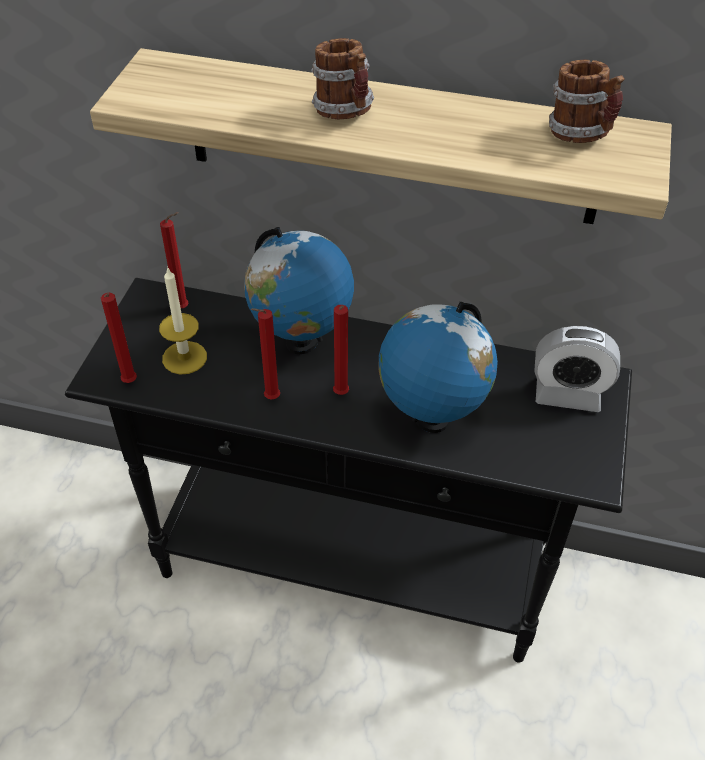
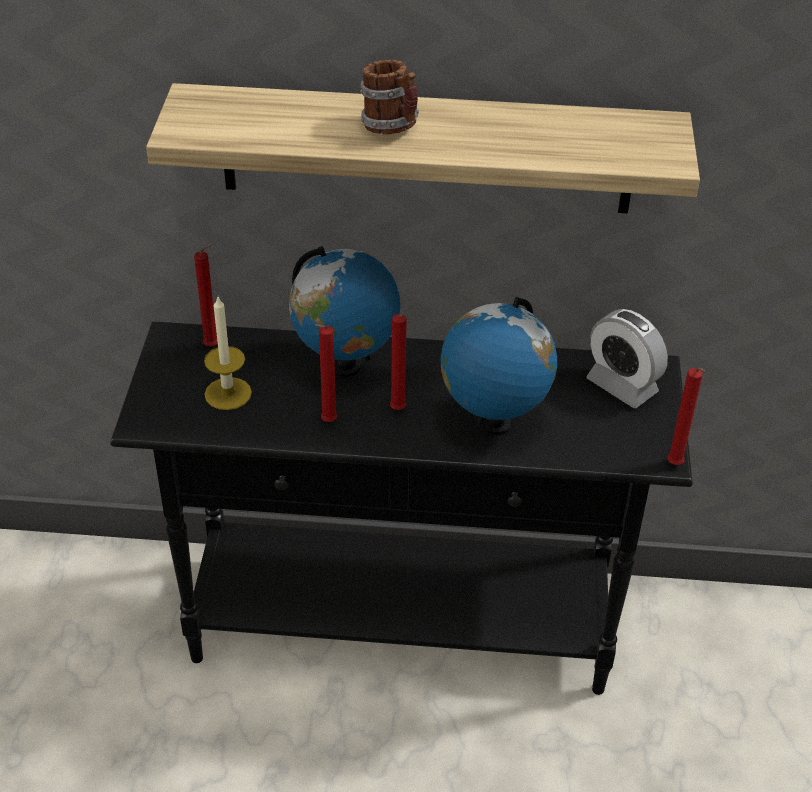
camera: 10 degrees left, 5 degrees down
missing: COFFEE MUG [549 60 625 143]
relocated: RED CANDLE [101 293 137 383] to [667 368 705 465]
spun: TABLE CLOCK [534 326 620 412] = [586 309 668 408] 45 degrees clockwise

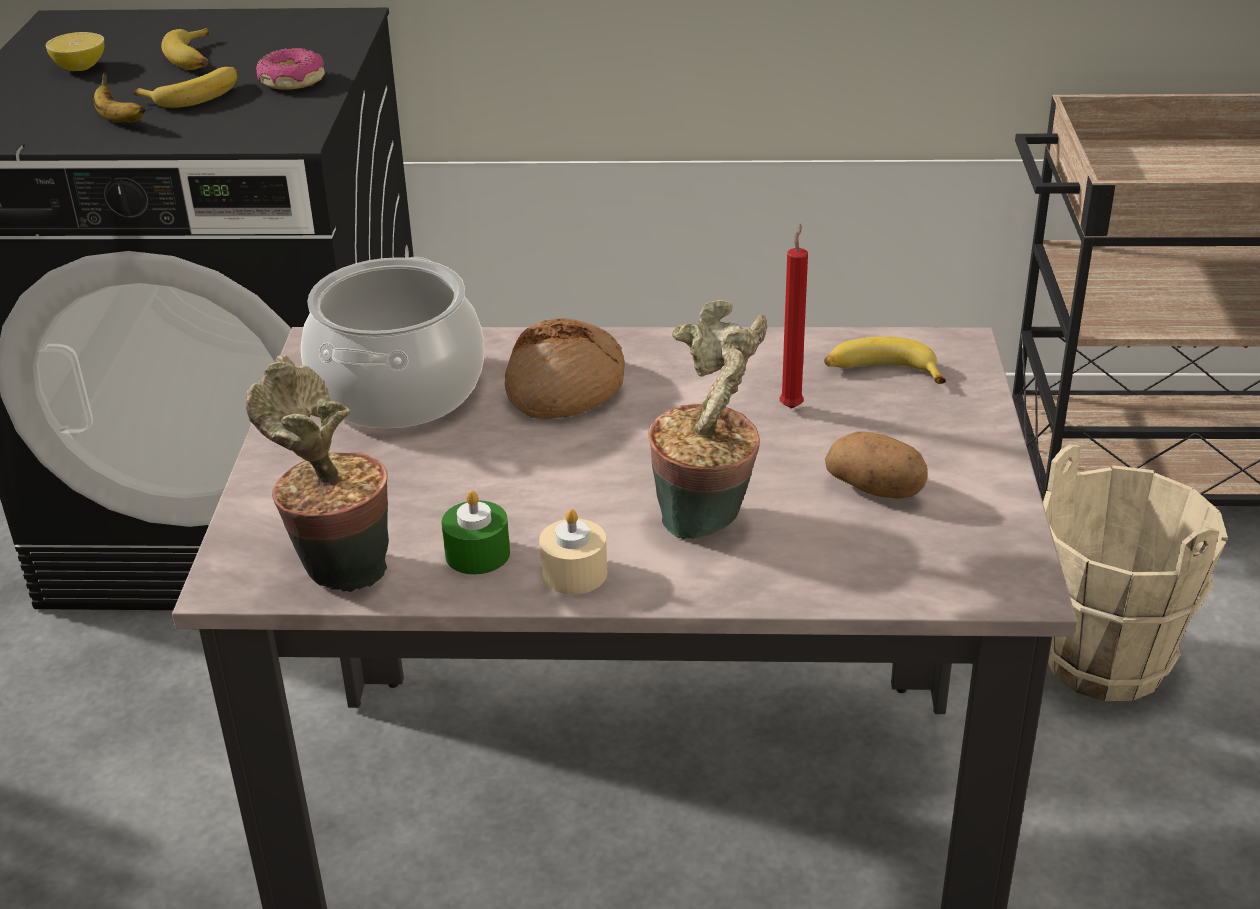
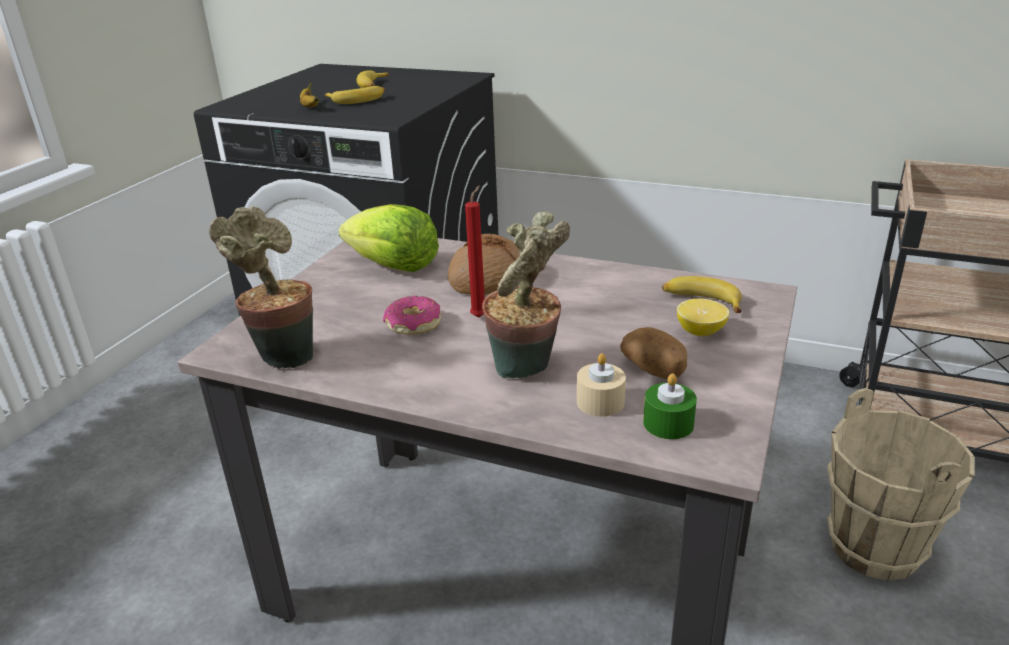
camera: 20 degrees right, 5 degrees down
relocated: LEMON [46 32 104 71] to [677 298 729 336]; RING DOUGHNUT [256 48 325 90] to [383 296 441 335]; GREENISH CANDLE [442 490 510 575] to [643 373 697 439]; SAND-COLOURED CANDLE [539 509 607 594] to [577 353 626 417]; RED CANDLE [780 224 808 409] to [465 185 485 318]
exchanged: COOKING POT [301 257 484 429] to LETTUCE HEAD [339 204 439 272]

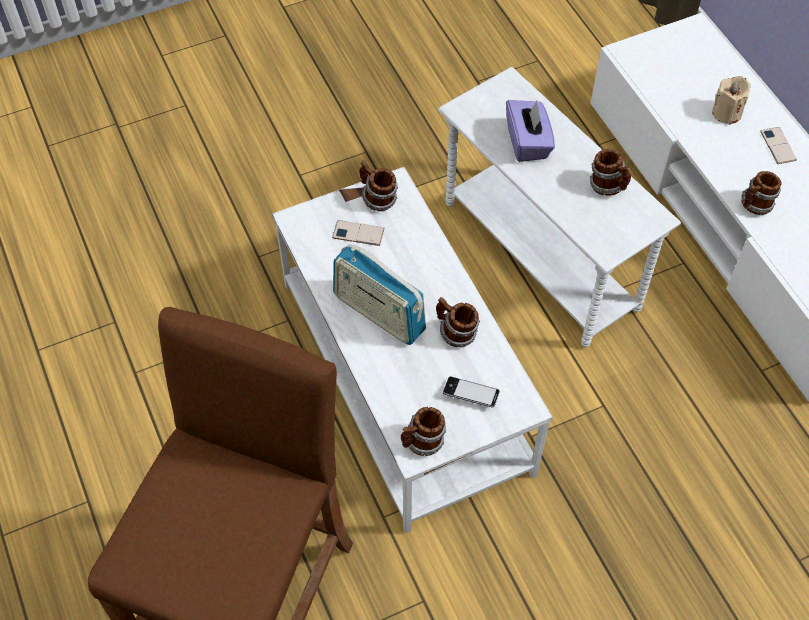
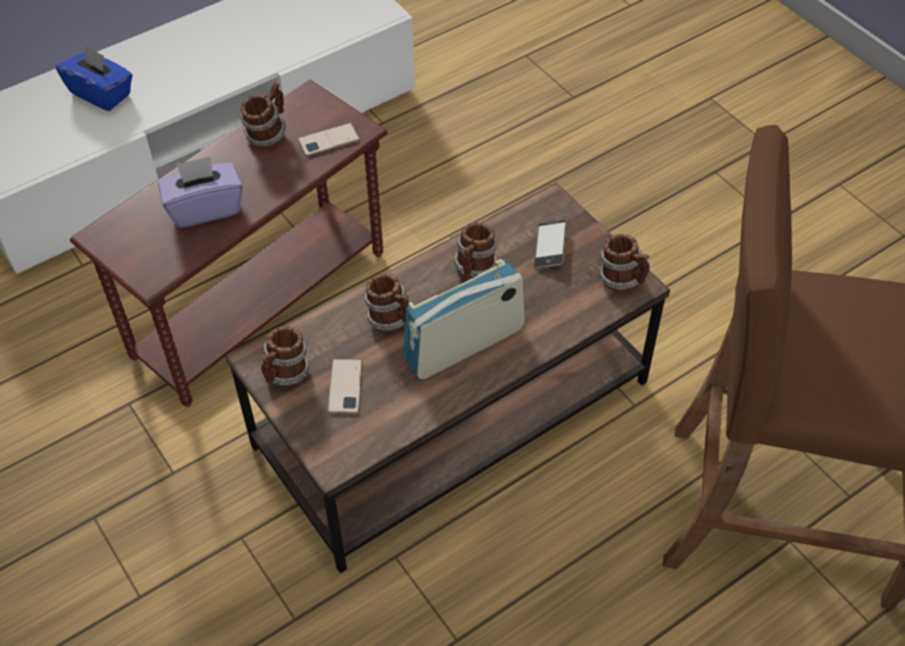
camera: 100 degrees left, 5 degrees down
relocated: COFFEE MUG [741 171 781 215] to [364 274 410 332]; PHONE [760 127 797 164] to [298 123 360 156]
exchanged: SAND-COLOURED CANDLE [712 76 751 125] to BLUE TISSUE BOX [56 44 133 111]
colour: WHITE-COLOURED LOW TABLE [272 167 553 533] to BROWN LOW TABLE [226 182 670 573]; WHITE-COLOURED ACCENT TABLE [438 67 681 347] to BROWN ACCENT TABLE [70 79 388 407]
spun: RADIO RECEIVER [333 244 426 345] = [403 259 525 379] 150 degrees counterclockwise

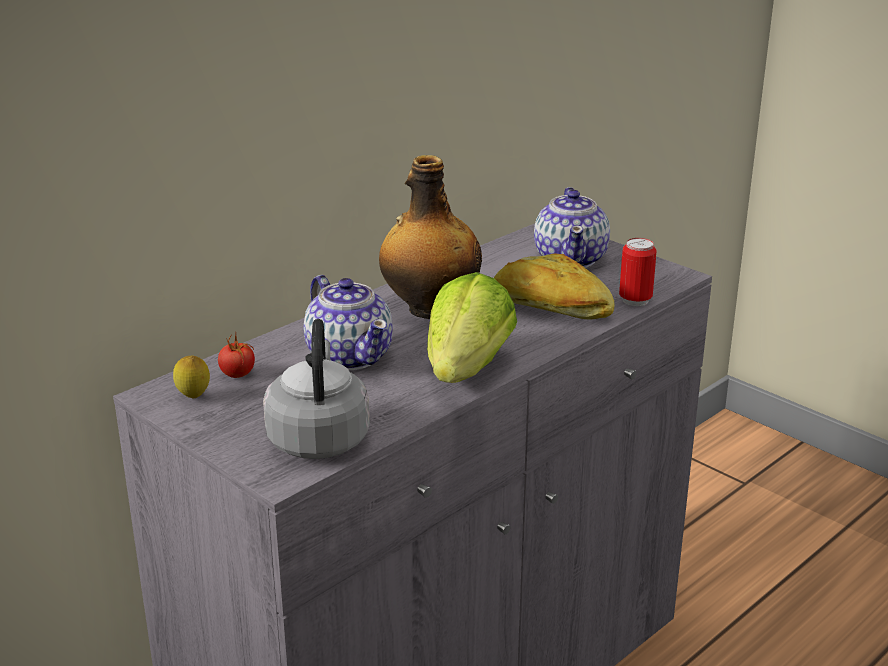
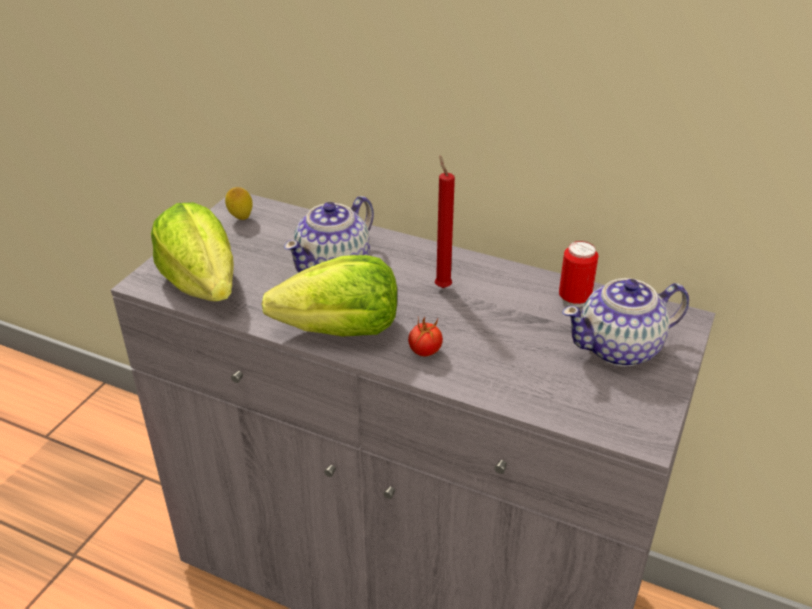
camera: 70 degrees right, 10 degrees up
missing: BAKED BREAD [494 253 614 320]
relocated: FRESH TOMATO [218 334 255 378] to [408 317 443 356]; METAL CAN [619 238 657 306] to [559 241 598 307]
exchanged: GREYISH TEA KETTLE [263 319 370 459] to LETTUCE HEAD [151 202 234 301]; BOTTLE [379 155 482 319] to RED CANDLE [435 156 455 288]

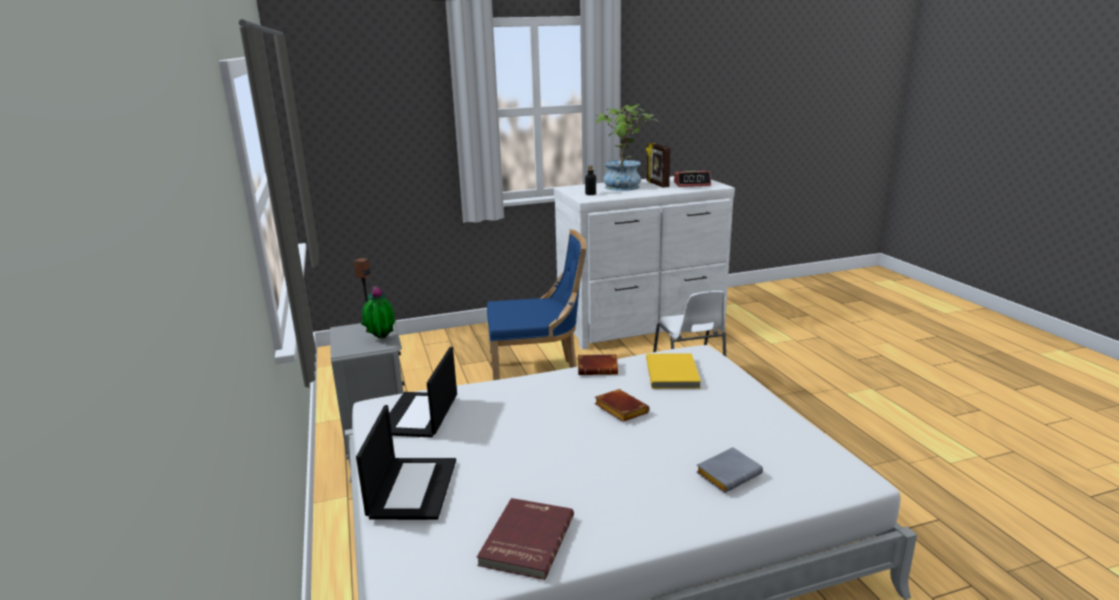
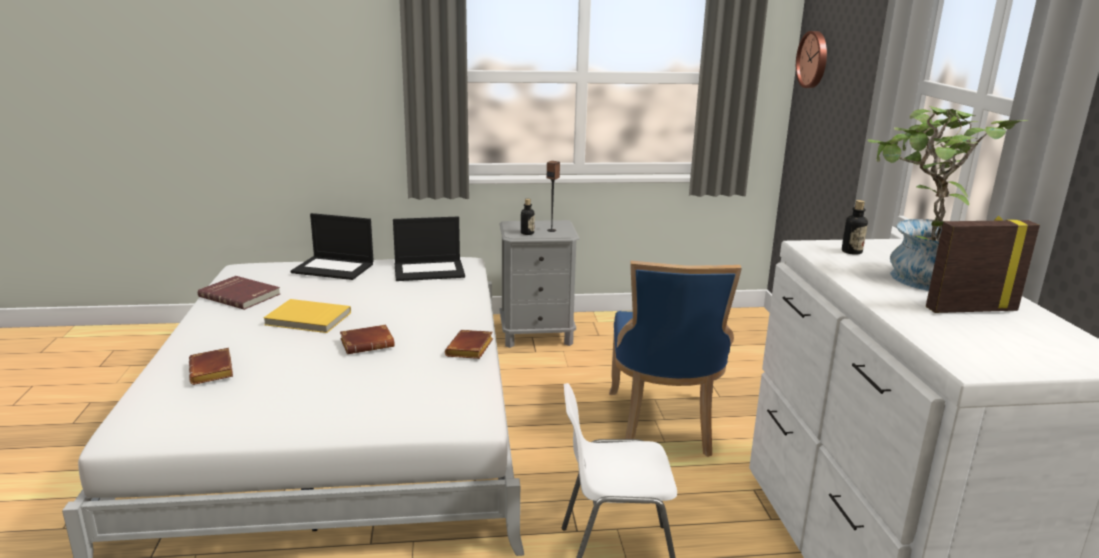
camera: 100 degrees right, 0 degrees up
missing: TABLE CLOCK [674 171 711 187]
appeared: HANGING CLOCK [796 31 827 88]
relocated: YELLOWISH BOUND BOOK [646 353 701 389] to [263 299 351 333]
exchanged: HOUSEPLANT [361 286 396 339] to BOTTLE [521 199 535 235]
colour: GREYISH BOUND BOOK [696 447 763 493] to BROWN BOUND BOOK [189 348 233 385]
spun: PORTABLE COMPUTER [389 347 457 438] = [393 217 465 281] 150 degrees clockwise

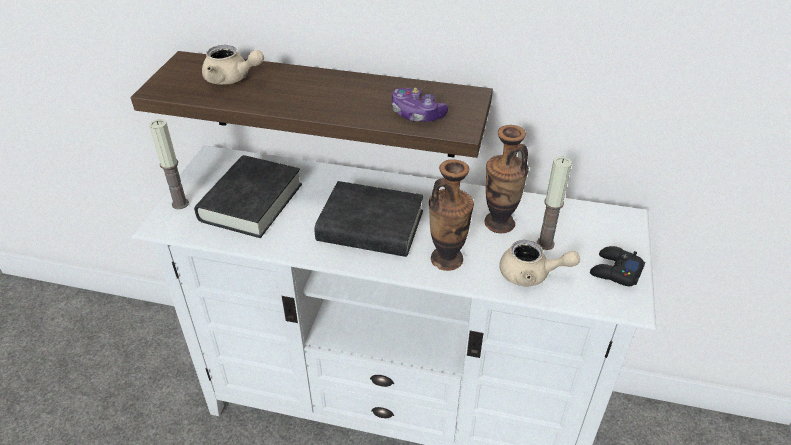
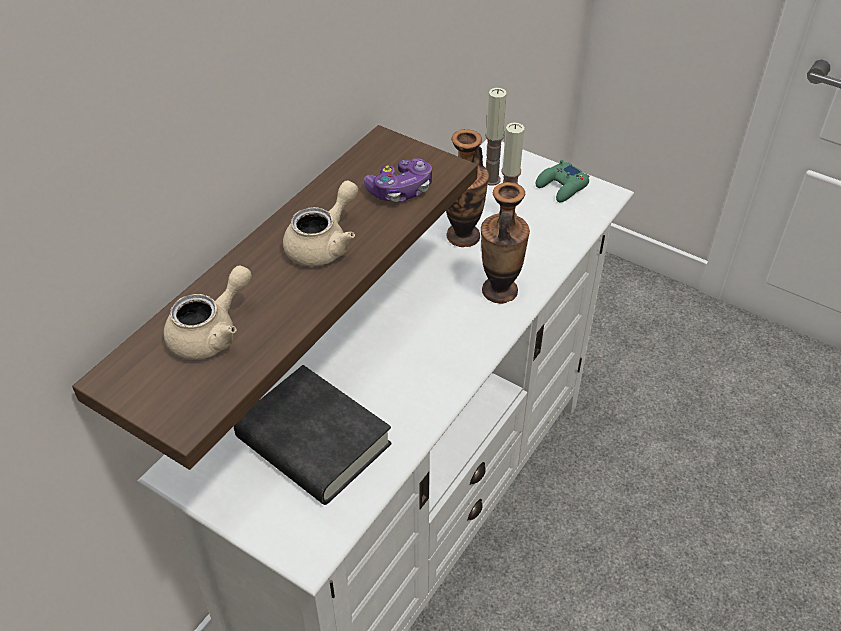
camera: 70 degrees left, 5 degrees up
missing: BLACK-COLOURED BOUND BOOK [314 181 424 257]
relocated: CANDLE [149 119 189 209] to [485 88 507 186]; SAND-COLOURED TEAPOT [499 240 580 287] to [283 180 358 267]
colour: BLACK-COLOURED GAMEPAD [590 246 645 286] to GREENISH GAMEPAD [535 160 589 203]

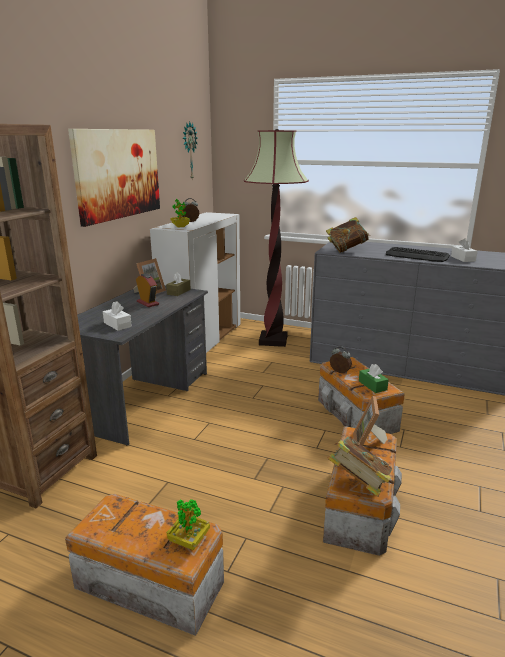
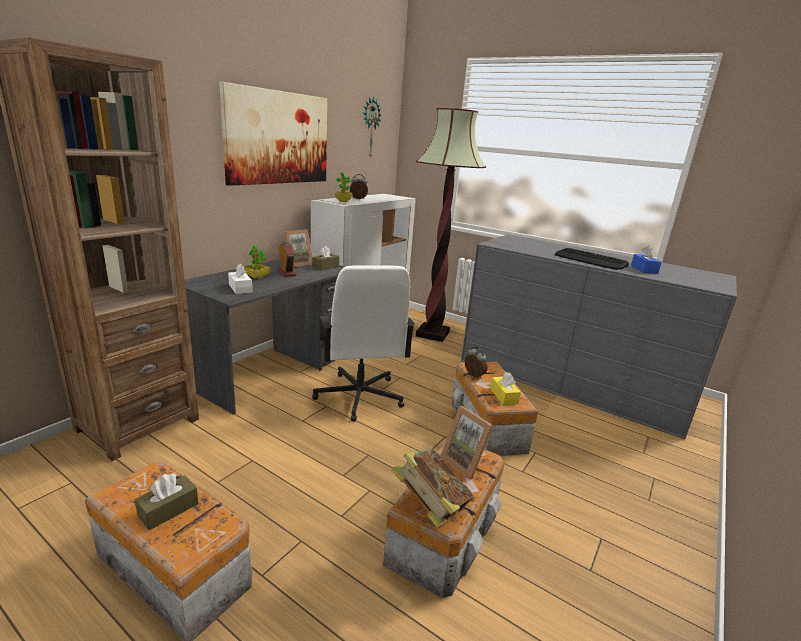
camera: 10 degrees right, 0 degrees up
missing: BOUND BOOK [326 217 370 252]
appeared: BROWN TISSUE BOX [135 474 199 530]; WHITE-COLOURED OFFICE CHAIR [312 265 415 422]
relocated: HOUSEPLANT [167 499 210 550] to [244 245 271 279]
colour: GREENISH TISSUE BOX [359 364 389 393] to YELLOWISH TISSUE BOX [490 372 521 405]; WHITE-COLOURED TISSUE BOX [451 238 478 262] to BLUE TISSUE BOX [631 246 662 274]
spun: STANDING FRAME [353 396 387 446] = [441 406 493 479] 60 degrees counterclockwise

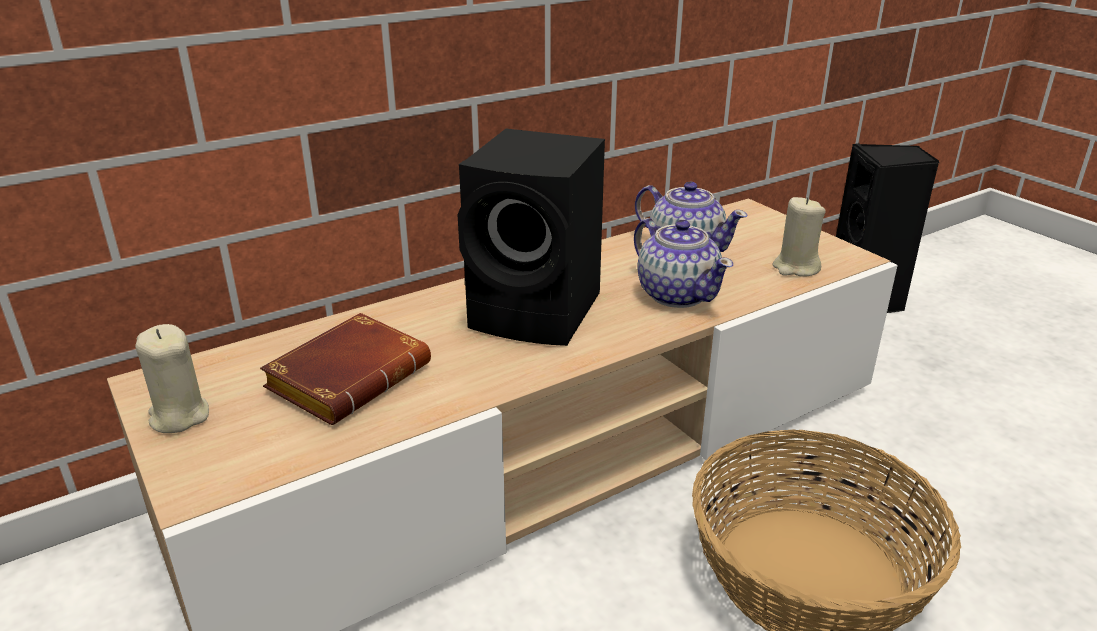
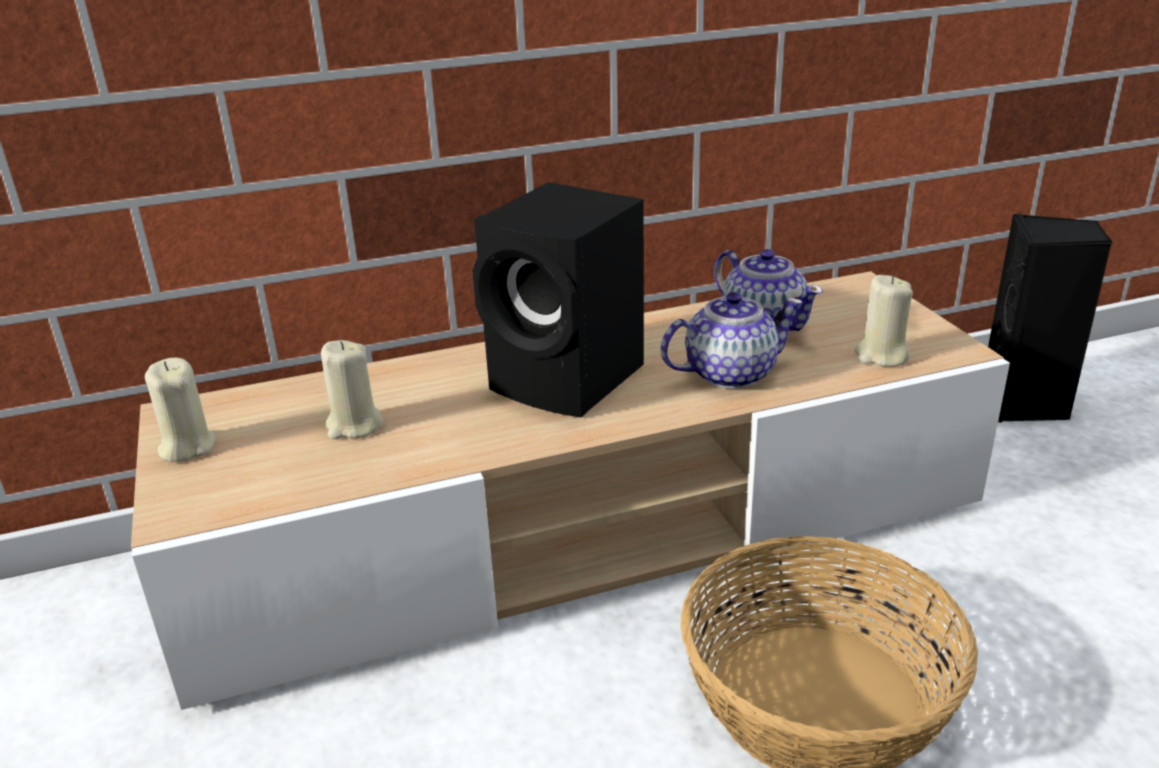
camera: 15 degrees right, 0 degrees up
exchanged: BROWN BOUND BOOK [260 313 431 425] to SAND-COLOURED CANDLE [321 340 383 439]
spun: TEAPOT [634 218 733 308] = [661 292 803 389] 90 degrees counterclockwise

